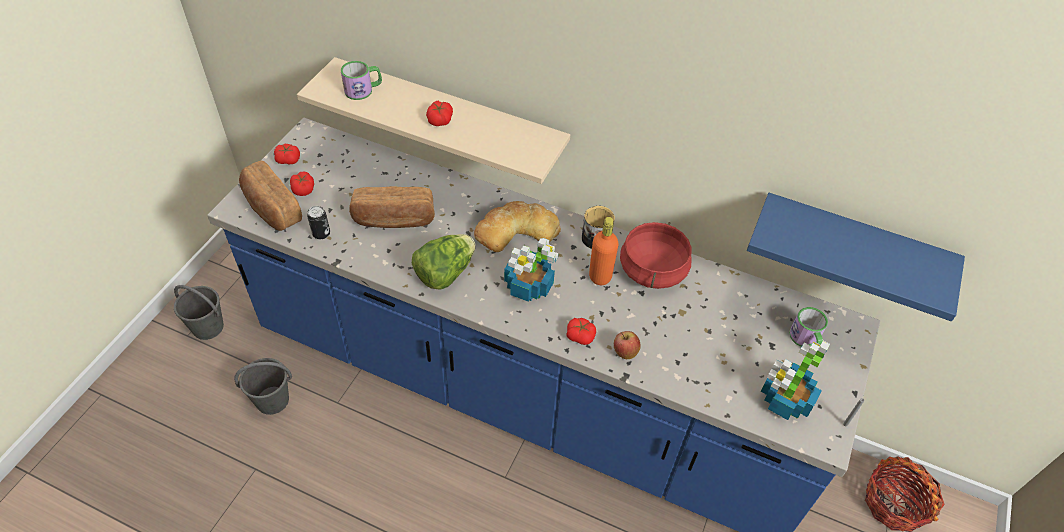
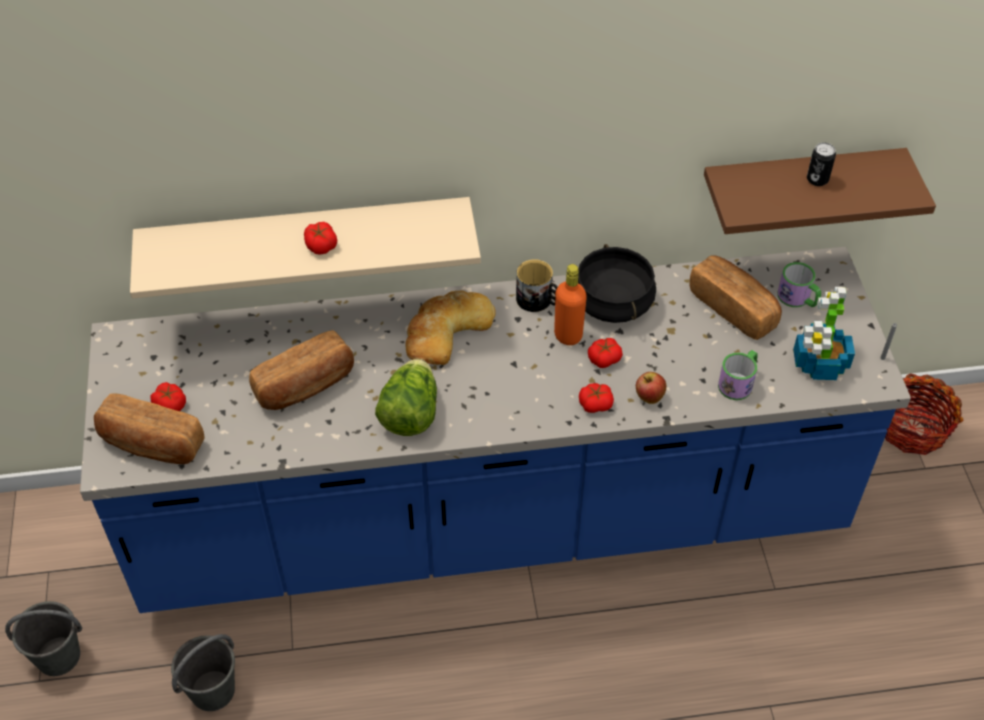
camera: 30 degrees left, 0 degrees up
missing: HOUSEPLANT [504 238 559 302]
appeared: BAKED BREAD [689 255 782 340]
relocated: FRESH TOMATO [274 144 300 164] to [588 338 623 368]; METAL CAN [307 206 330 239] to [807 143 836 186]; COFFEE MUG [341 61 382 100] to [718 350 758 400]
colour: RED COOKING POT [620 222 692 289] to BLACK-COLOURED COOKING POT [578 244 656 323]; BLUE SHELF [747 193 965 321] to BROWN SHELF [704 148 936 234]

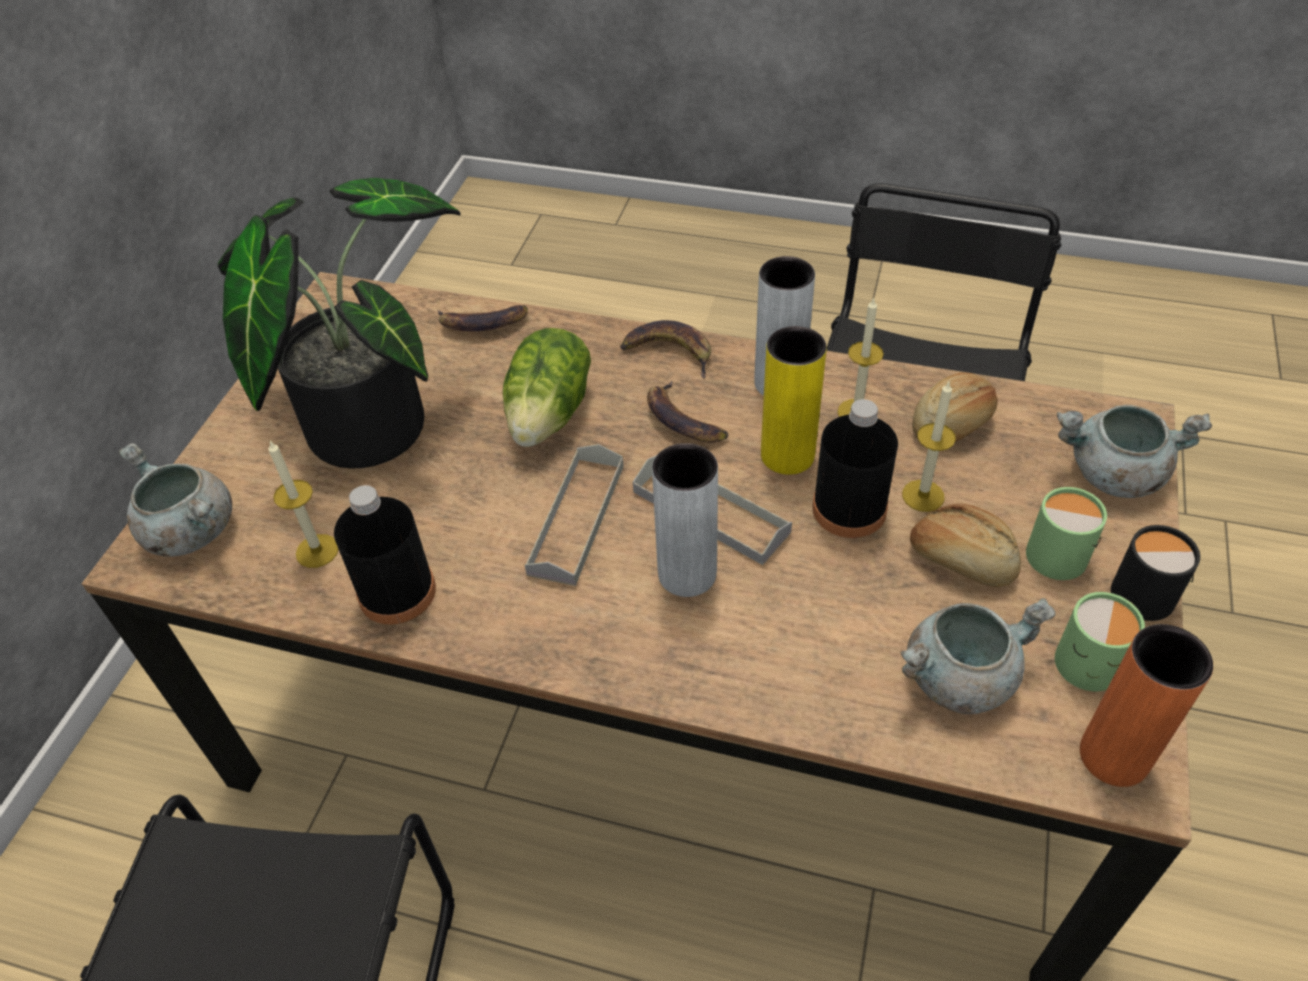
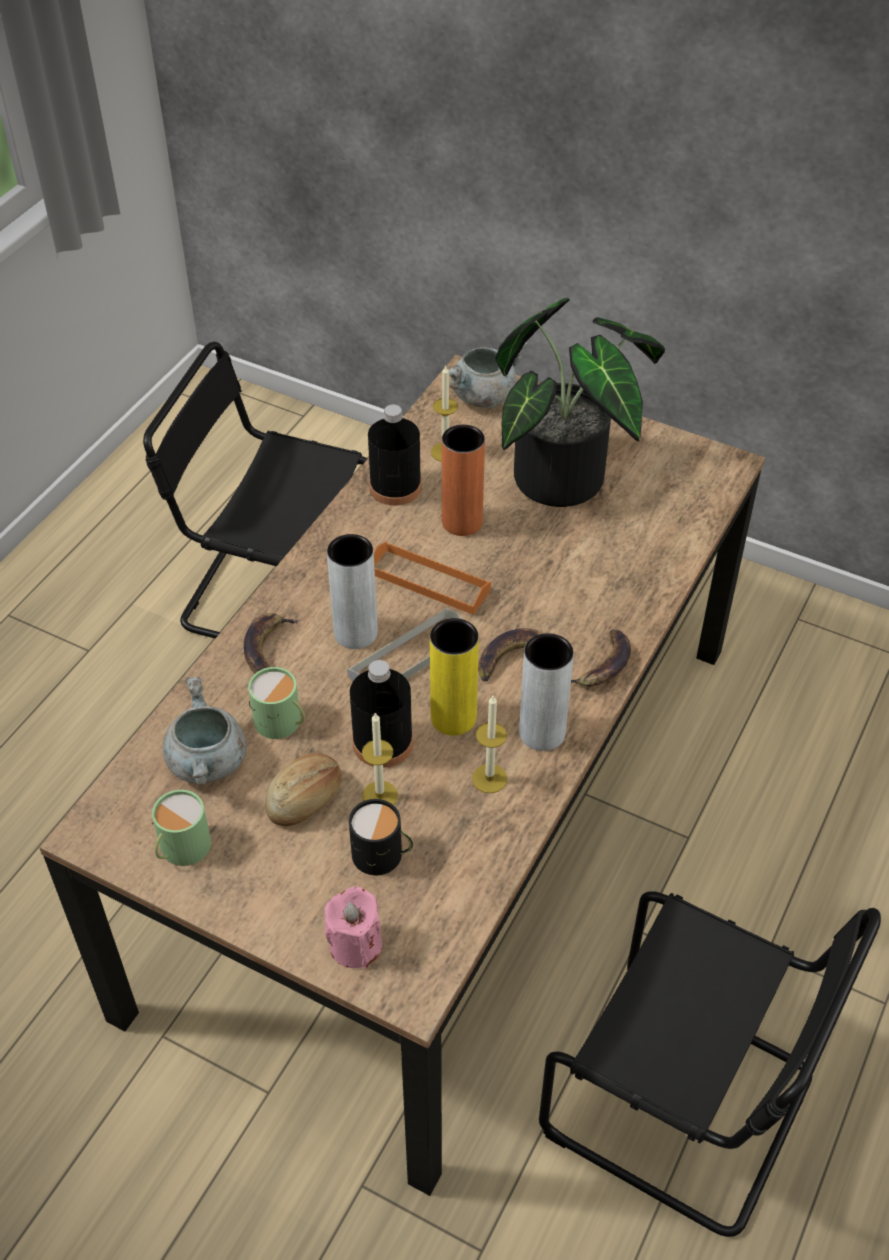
camera: 100 degrees right, 0 degrees up
missing: LETTUCE HEAD [503 328 591 447]; BAKED BREAD [912 372 998 442]
relocated: BANANA [438 305 528 331] to [244 613 299 674]; GREENISH COFFEE MUG [1026 487 1107 580] to [248 667 305 739]; ORANGE DECORATIVE VASE [1080 624 1213 787] to [442 425 485 536]; BLACK-COLOURED COFFEE MUG [1111 525 1200 621] to [349 799 413 875]
exchanged: GREYISH COOKING POT [1057 405 1212 498] to PINKISH CANDLE [325 887 382 968]
colour: GREYISH TRAY [525 444 624 586] to ORANGE TRAY [374 541 491 615]

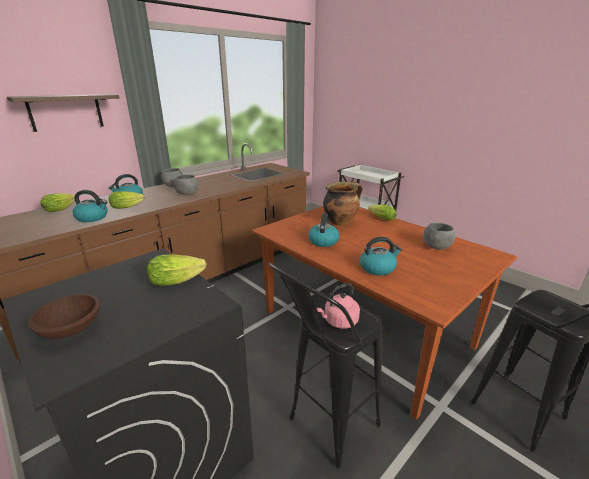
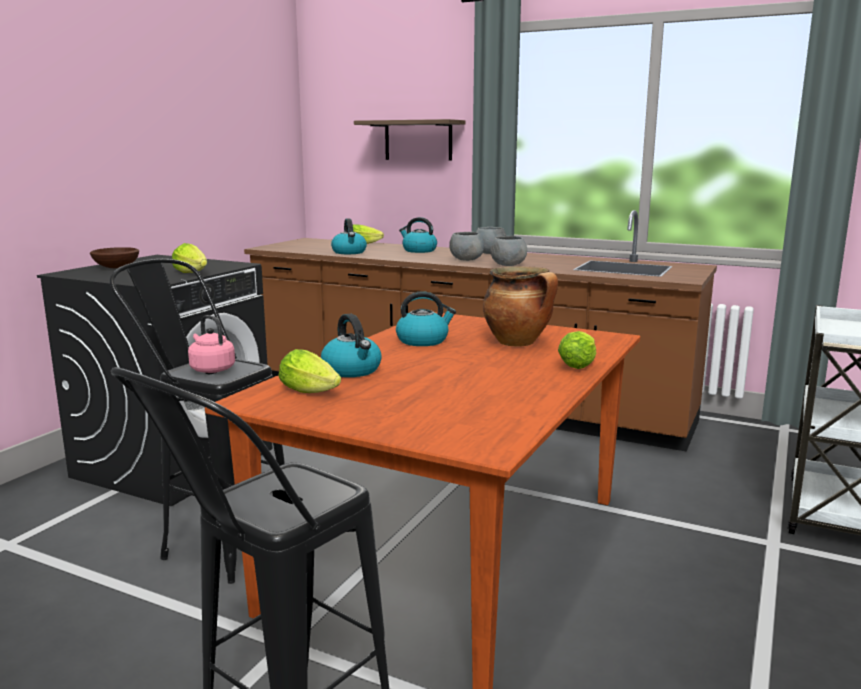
camera: 70 degrees right, 10 degrees down
relocated: LETTUCE HEAD [109 191 145 209] to [278 349 341 393]; GREYISH BOWL [423 222 455 250] to [490 236 527 266]

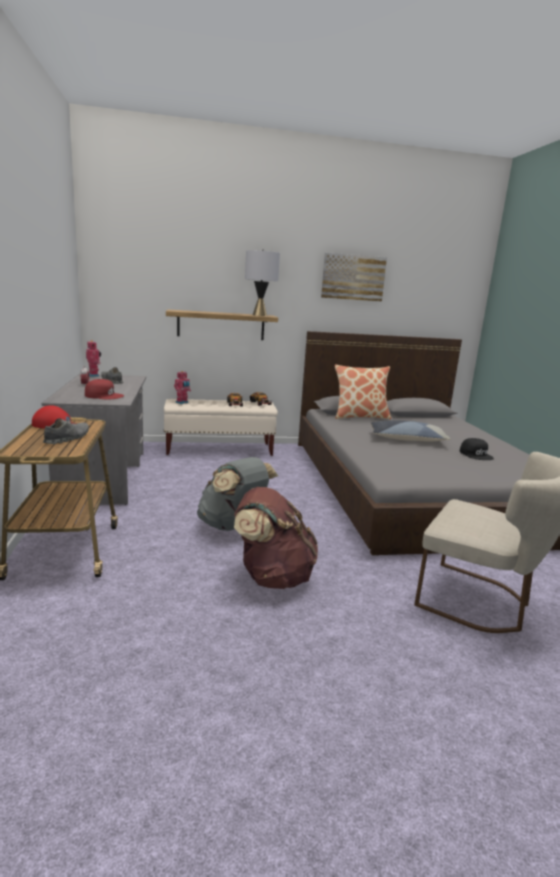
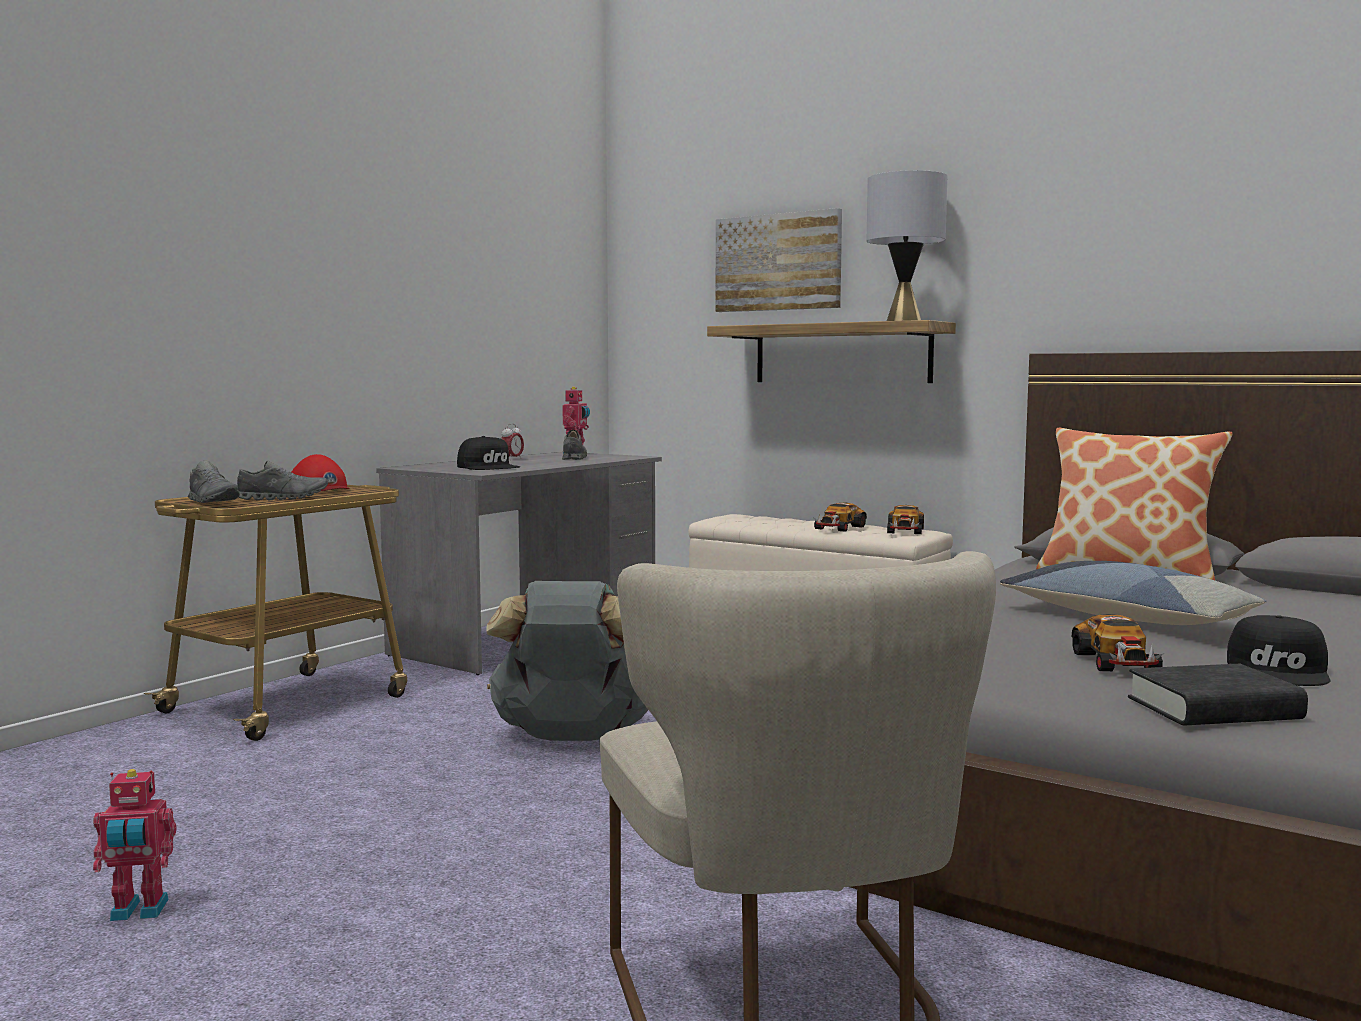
camera: 45 degrees right, 10 degrees down
missing: BROWN RUCKSACK [234 487 318 589]
appeared: GREYISH LOW SHOE [188 460 240 503]; MODEL CAR [1072 614 1164 671]; BLACK-COLOURED BOUND BOOK [1128 664 1308 726]
relocated: MODEL ROBOT [174 371 191 404] to [93 769 177 921]; WALL ART [321 253 387 302] to [715 208 842 312]
colour: RED PEAKED CAP [85 379 124 400] to BLACK-COLOURED PEAKED CAP [457 436 520 470]

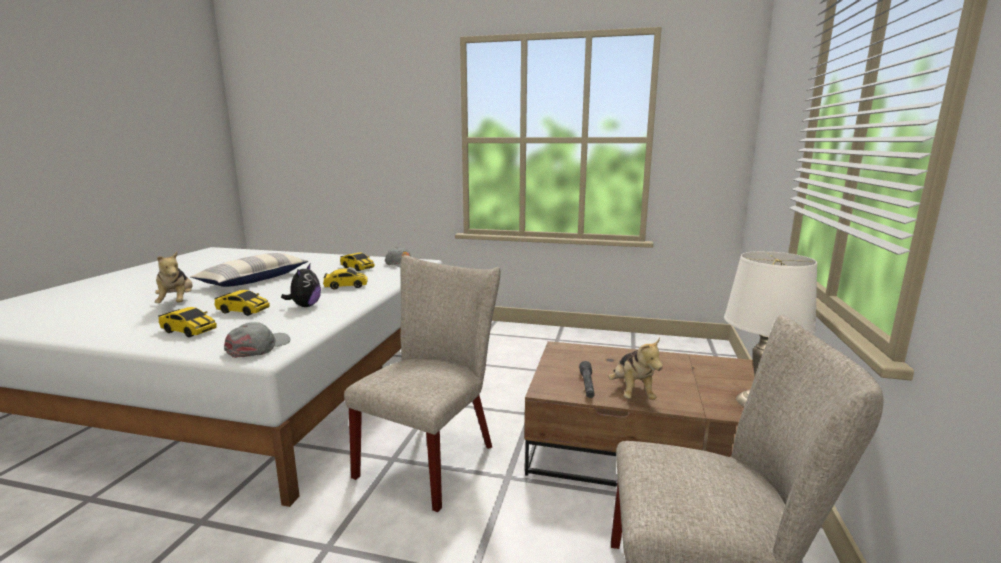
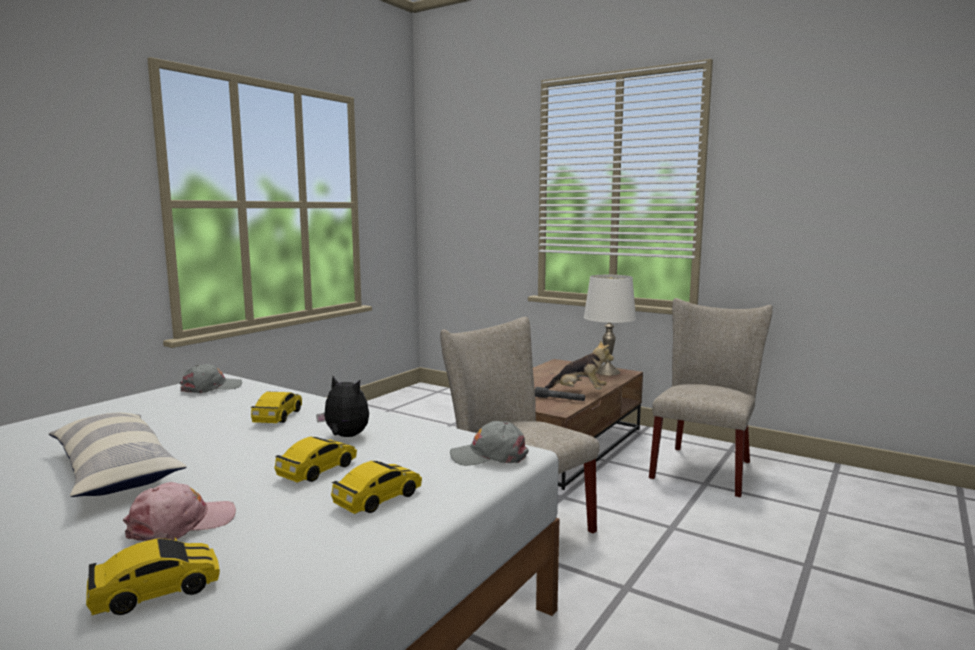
camera: 70 degrees left, 5 degrees down
relocated: MODEL CAR [340 252 374 271] to [86 538 220 615]
exchanged: SOFT TOY [155 252 193 303] to PINKISH PEAKED CAP [123 482 236 541]
spun: GREYISH PEAKED CAP [224 322 291 358] = [450 421 529 466] 45 degrees counterclockwise

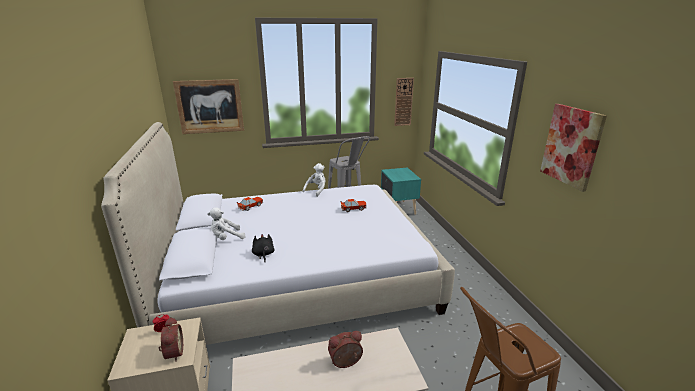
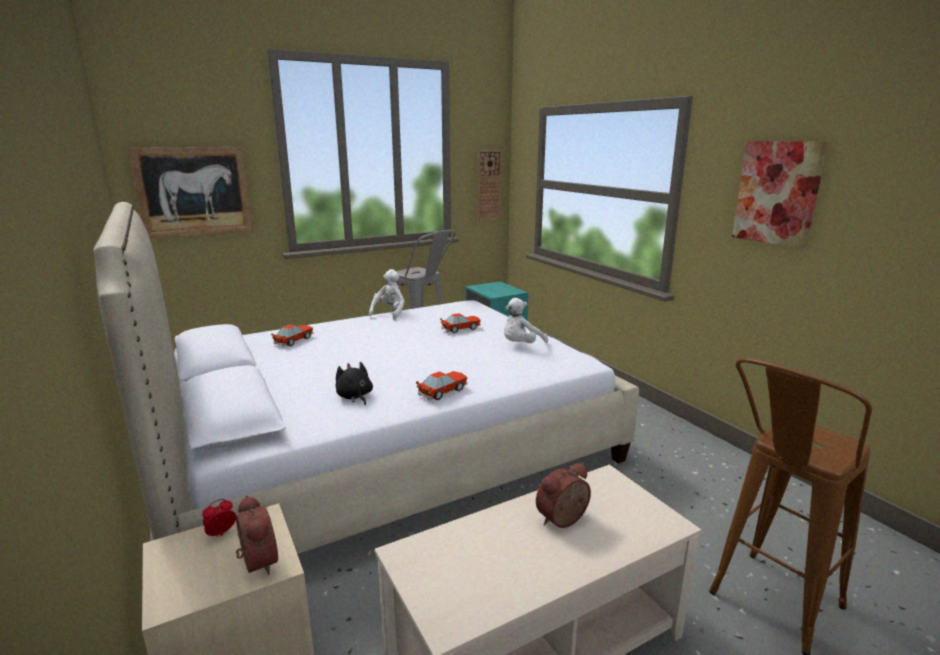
camera: 15 degrees left, 5 degrees down
appeared: MODEL CAR [416 371 468 400]
relocated: WHITE-COLOURED SOFT TOY [207 207 246 240] to [504 298 548 343]

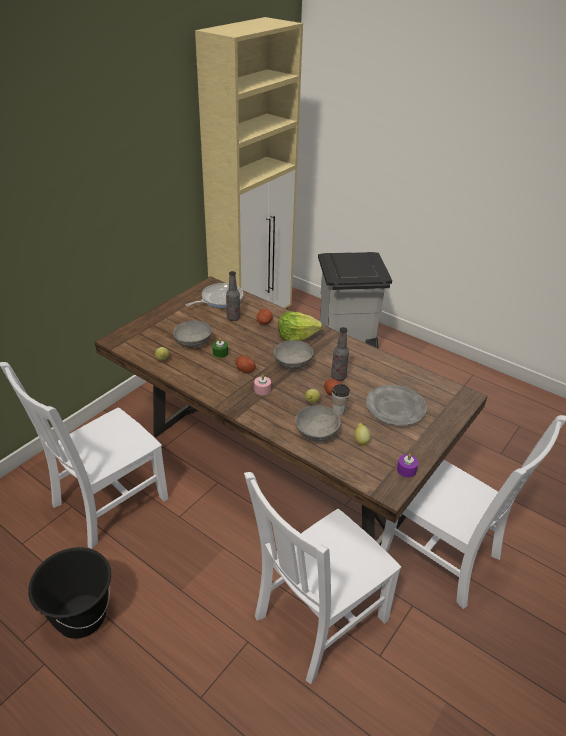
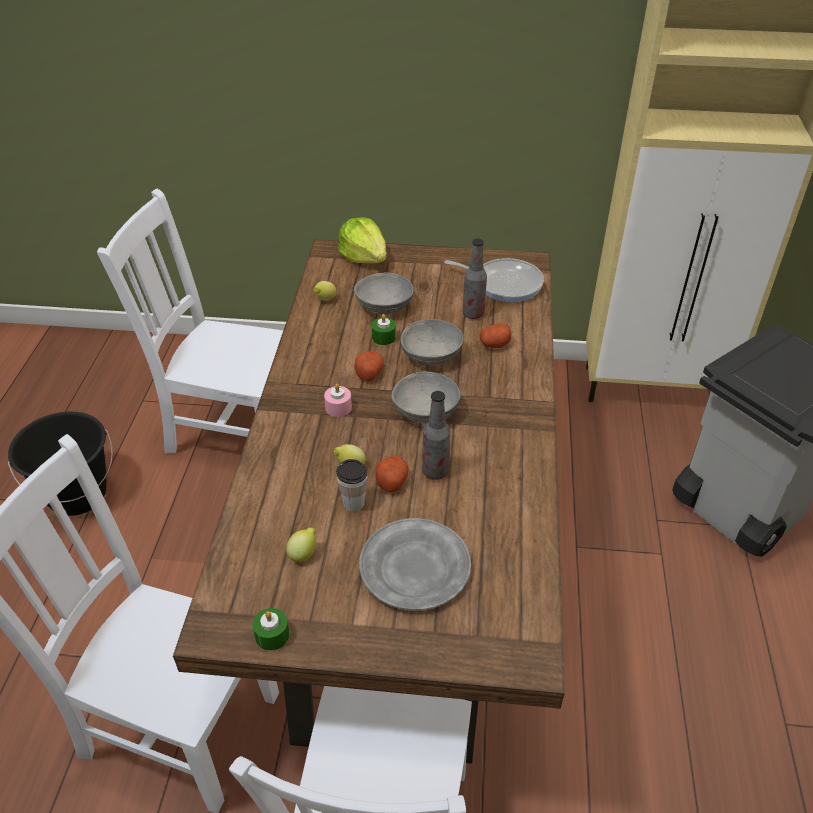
camera: 60 degrees right, 5 degrees up
relocated: LETTUCE HEAD [278 311 322 341] to [338 217 387 263]; GREYISH BOWL [295 405 340 442] to [400 319 464 366]
colour: PURPLISH CANDLE [397 454 418 477] to GREENISH CANDLE [253 608 289 650]

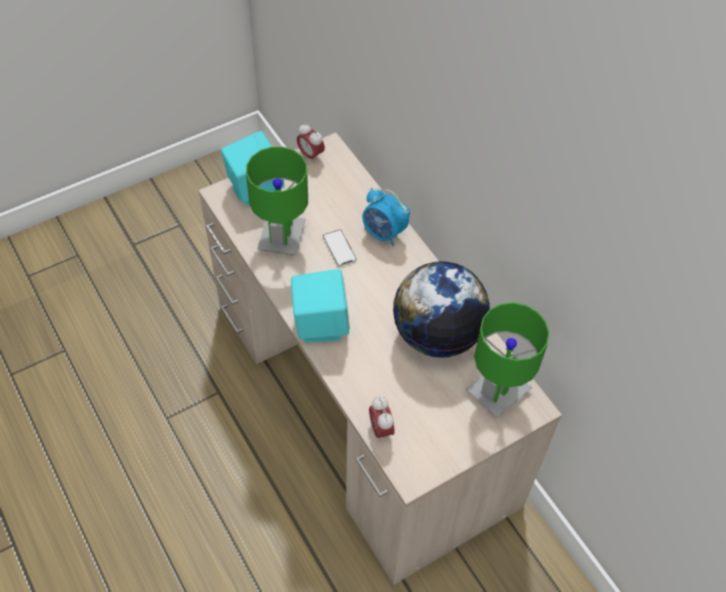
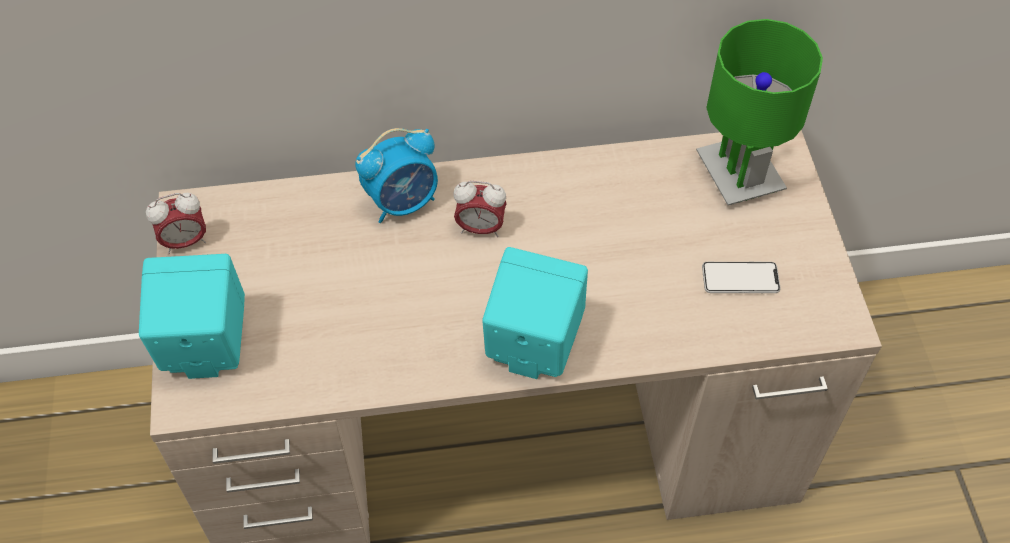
camera: 65 degrees left, 0 degrees up
missing: GREENISH TABLE LAMP [246 147 308 255]; GLOBE [393 261 490 358]
relocated: PHONE [322 229 357 267] to [702 262 781 293]; TABLE CLOCK [369 397 395 442] to [453 181 507 237]

